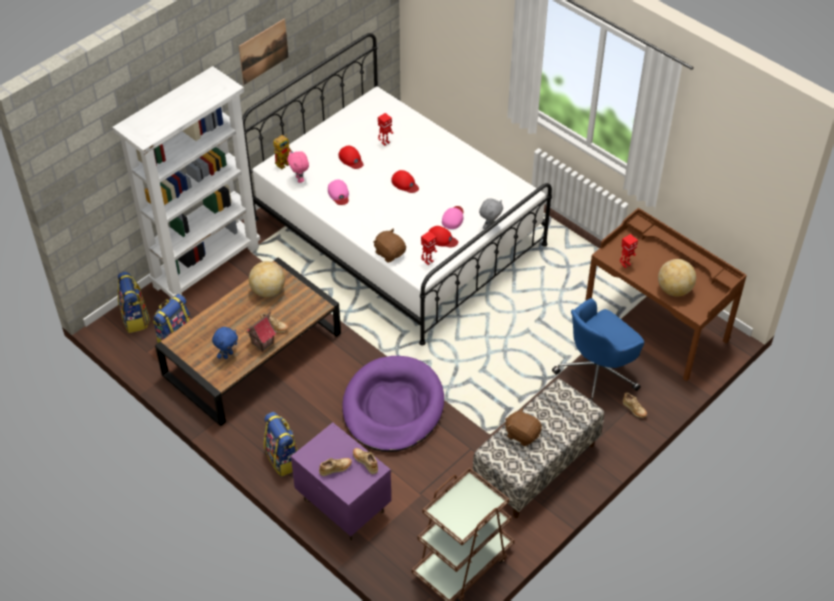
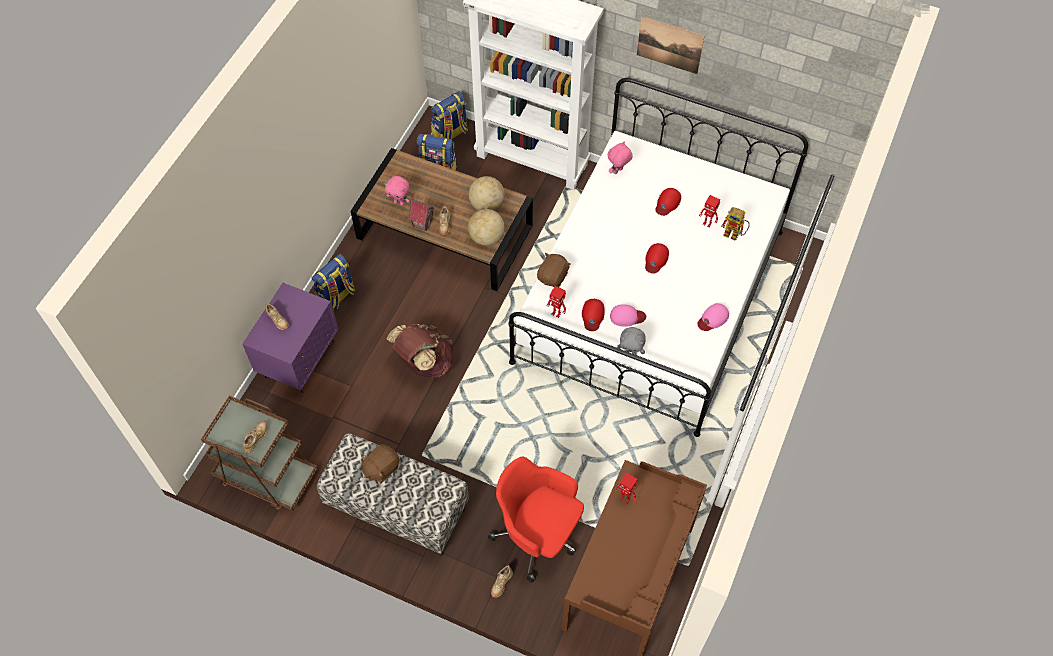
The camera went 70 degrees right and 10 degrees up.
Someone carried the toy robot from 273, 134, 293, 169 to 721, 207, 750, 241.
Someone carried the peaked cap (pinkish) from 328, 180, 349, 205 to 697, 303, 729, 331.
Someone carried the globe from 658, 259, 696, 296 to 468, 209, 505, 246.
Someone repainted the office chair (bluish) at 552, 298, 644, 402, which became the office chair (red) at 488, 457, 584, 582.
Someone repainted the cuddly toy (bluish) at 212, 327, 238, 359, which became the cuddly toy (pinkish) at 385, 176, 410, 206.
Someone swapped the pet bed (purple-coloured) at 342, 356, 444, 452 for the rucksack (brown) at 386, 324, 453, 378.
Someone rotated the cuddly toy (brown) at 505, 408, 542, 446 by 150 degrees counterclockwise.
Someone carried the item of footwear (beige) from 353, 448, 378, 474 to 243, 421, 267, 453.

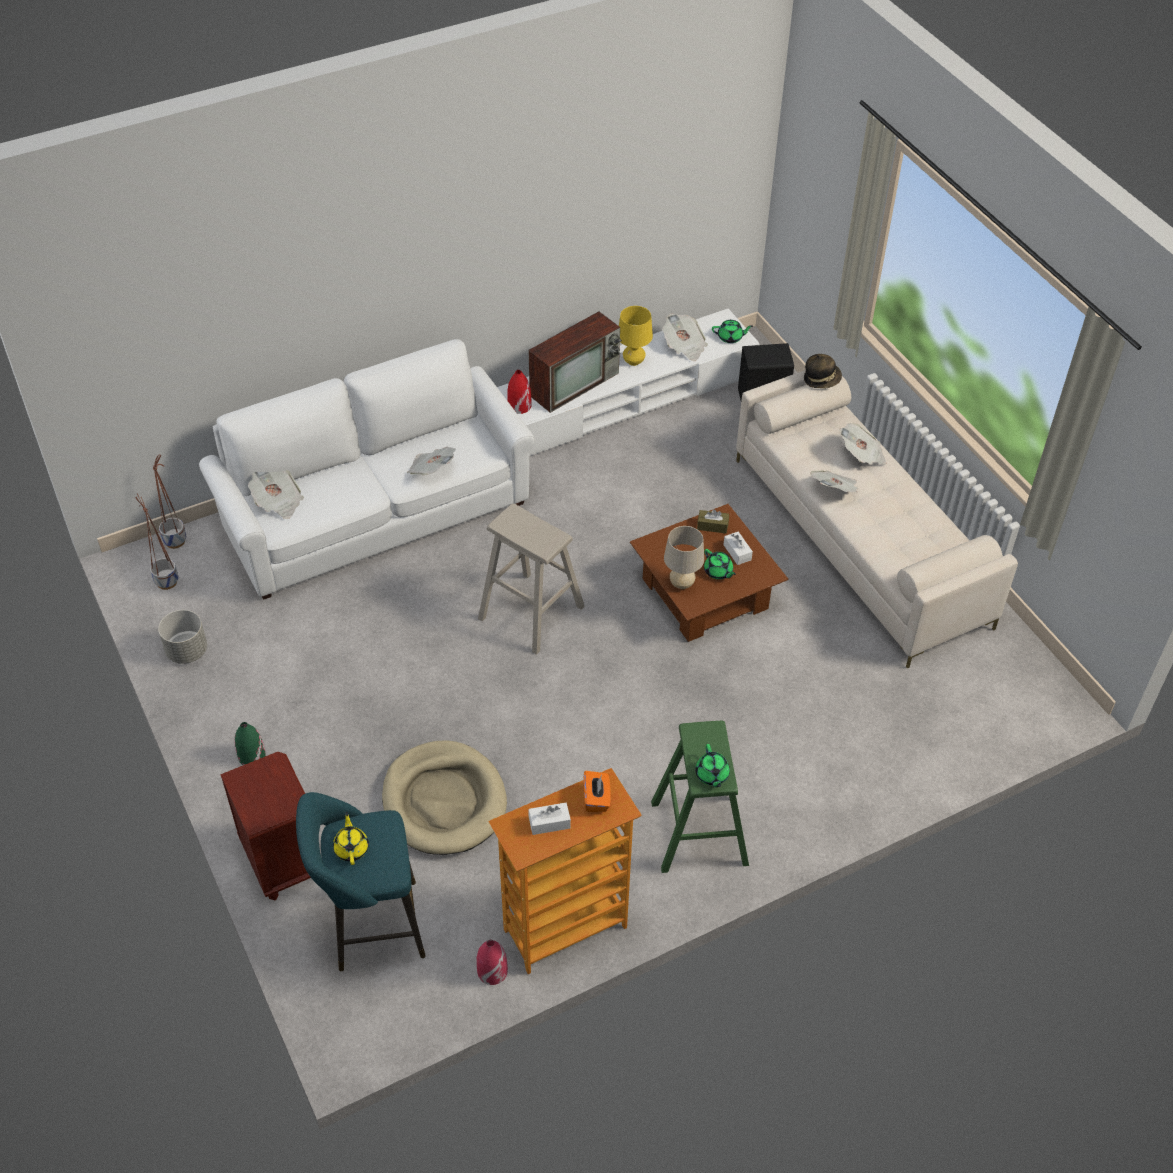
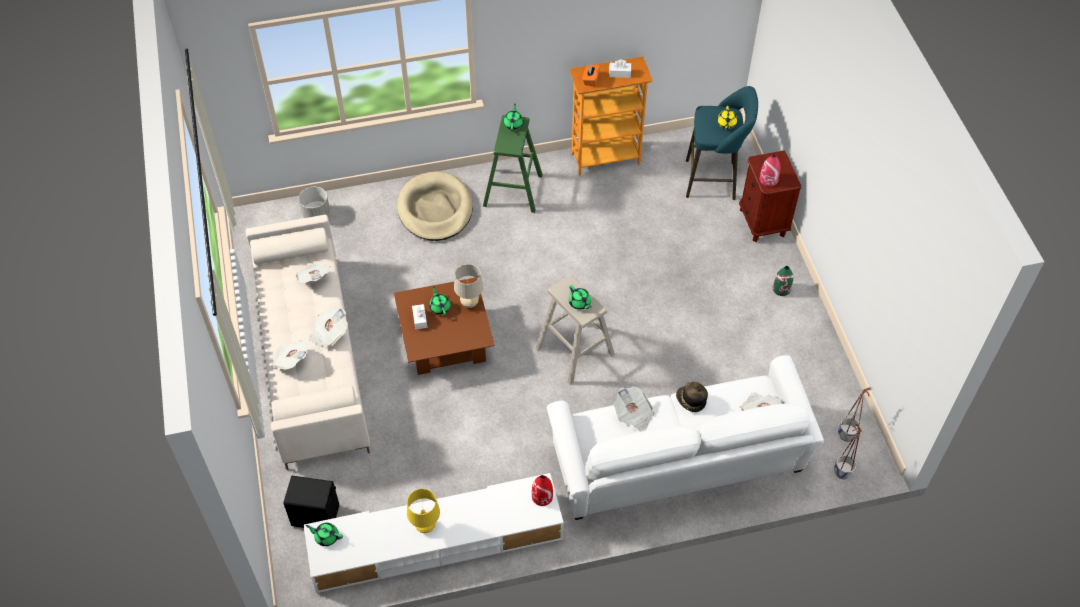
The camera went 165 degrees left and 5 degrees up.
Someone took away the television at 529, 311, 622, 413.
Someone carried the daily paper from 662, 313, 708, 361 to 295, 262, 331, 283.
Someone carried the hat from 804, 354, 842, 388 to 676, 382, 708, 412.
Someone took away the tissue box (brown) at 697, 509, 729, 533.
Someone carried the plant pot (greyish) from 158, 610, 207, 664 to 299, 187, 330, 218.
Someone carried the pet bed (beige) from 382, 740, 507, 855 to 397, 171, 473, 241.
Someone carried the decorative vase (red) from 477, 940, 508, 985 to 760, 154, 780, 187.
Someone put down the pot for tea (green) at 569, 285, 592, 310.

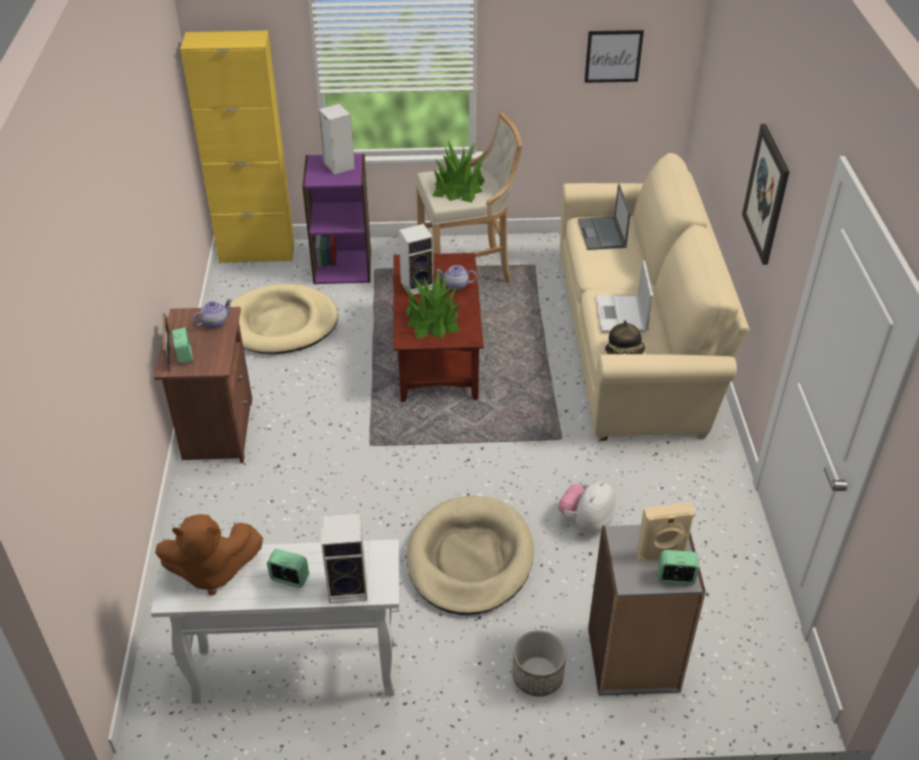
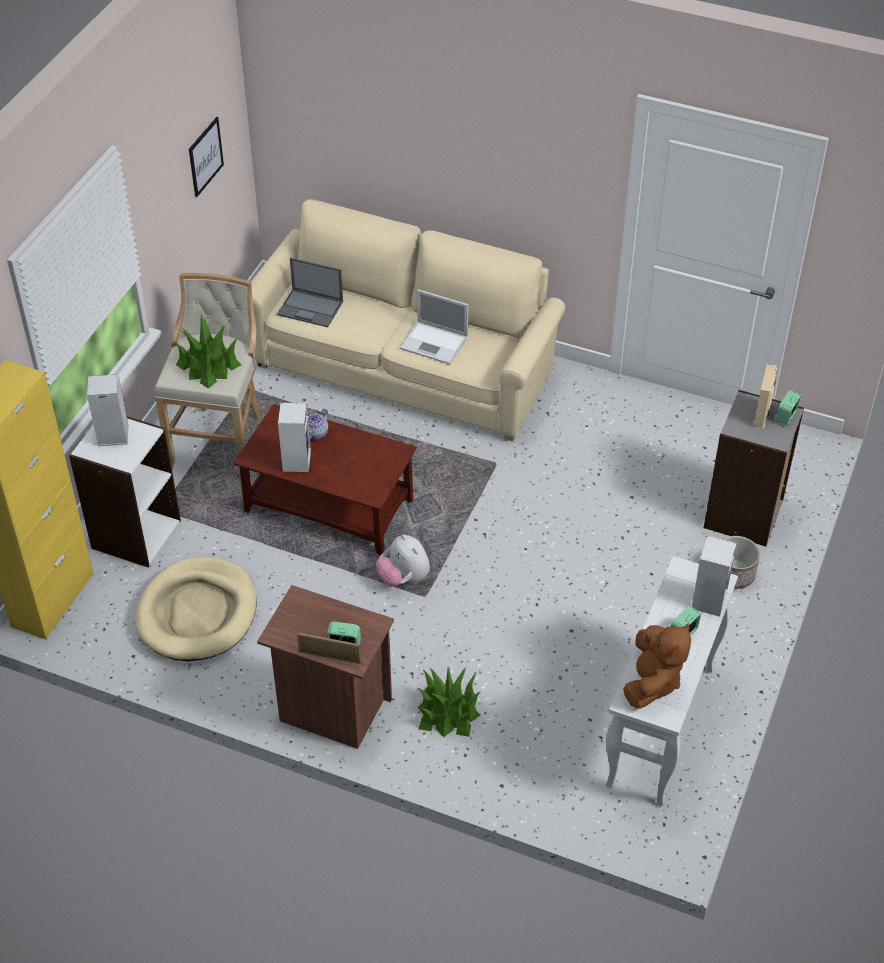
The camera went 65 degrees left and 5 degrees up.
Someone took away the wall art at 742, 124, 790, 265.
Someone repainted the bookshelf (purple-coloured) at 302, 154, 371, 284, which became the bookshelf (white) at 69, 416, 181, 568.
Someone carried the plant in a pot from 405, 269, 461, 339 to 418, 667, 481, 737.
Someone took away the pot for tea at 193, 298, 233, 329.
Someone took away the hat at 605, 320, 645, 354.
Someone carried the cuddly toy from 558, 480, 615, 533 to 376, 534, 430, 587.
Someone took away the pet bed (beige) at 407, 496, 534, 615.

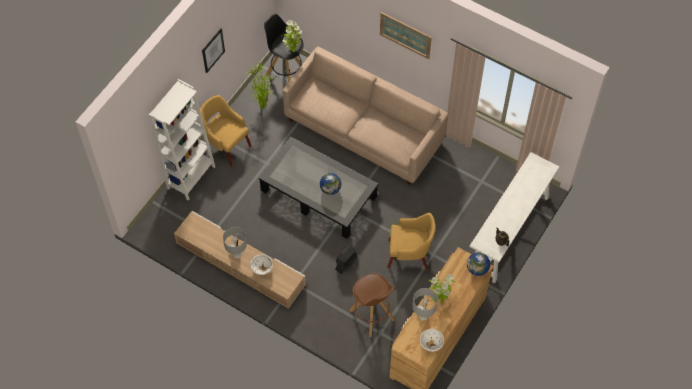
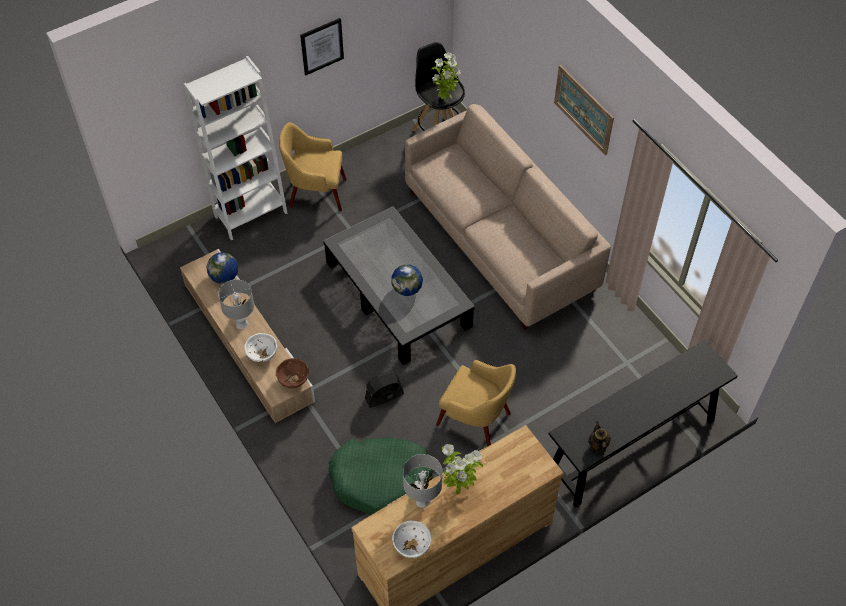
The camera went 25 degrees right and 5 degrees down.
Someone took away the plant in a pot at 246, 63, 272, 109.
Someone rotated the easy chair (yellow-coloured) at 200, 95, 252, 167 by 60 degrees counterclockwise.
Someone repainted the hall table (white) at 470, 152, 559, 283, which became the hall table (black-coloured) at 549, 340, 738, 507.
Someone carried the globe from 467, 252, 490, 276 to 207, 252, 238, 284.
Someone swapped the stool (brown) at 349, 274, 395, 337 for the pet bed (green) at 329, 437, 433, 515.
Someone put down the deep dish (brown) at 276, 358, 309, 388.

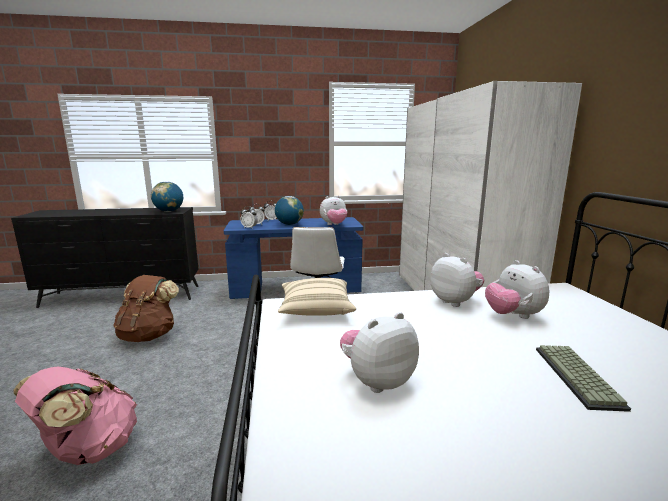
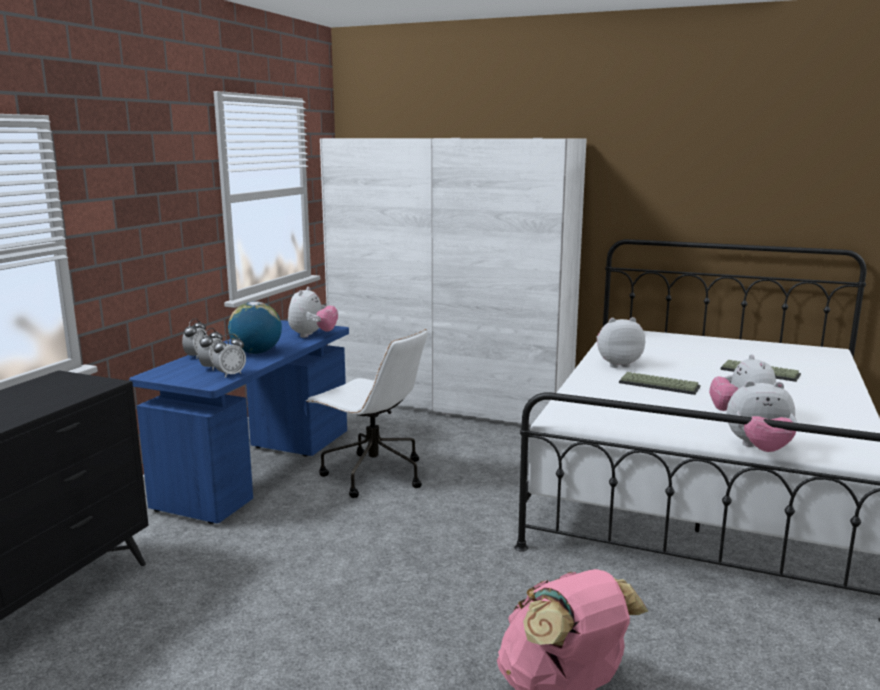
The camera went 60 degrees left and 0 degrees up.
Someone took away the globe at 151, 182, 183, 212.
Someone carried the cuddly toy from 485, 260, 549, 319 to 727, 381, 797, 452.
Someone took away the rucksack (brown) at 113, 275, 179, 342.
Someone took away the pillow (beige) at 278, 278, 356, 316.
Someone put down the keyboard at 619, 372, 701, 395.

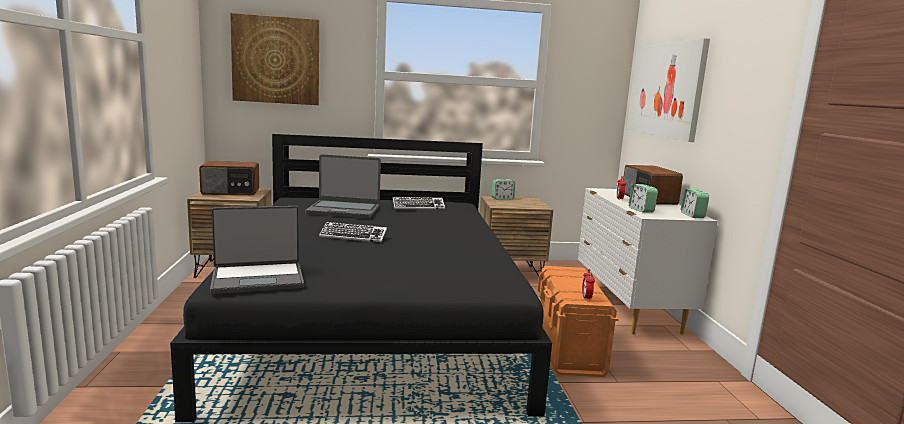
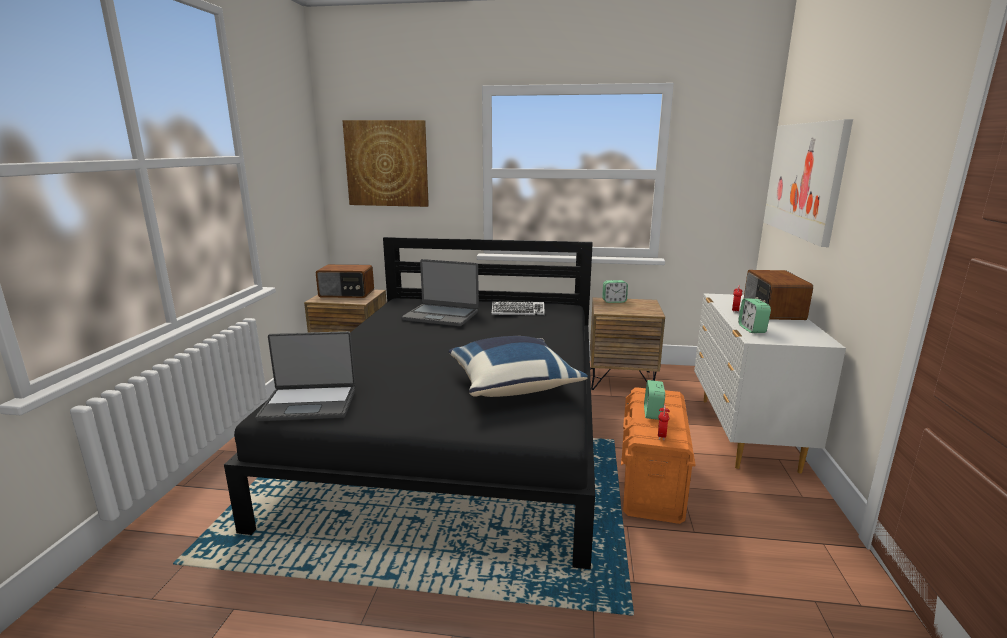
The camera went 15 degrees right and 5 degrees up.
Someone carried the bedside clock from 681, 189, 709, 218 to 644, 380, 665, 420.
Someone took away the keyboard at 319, 222, 387, 243.
Someone put down the pillow (bluish) at 448, 336, 588, 397.

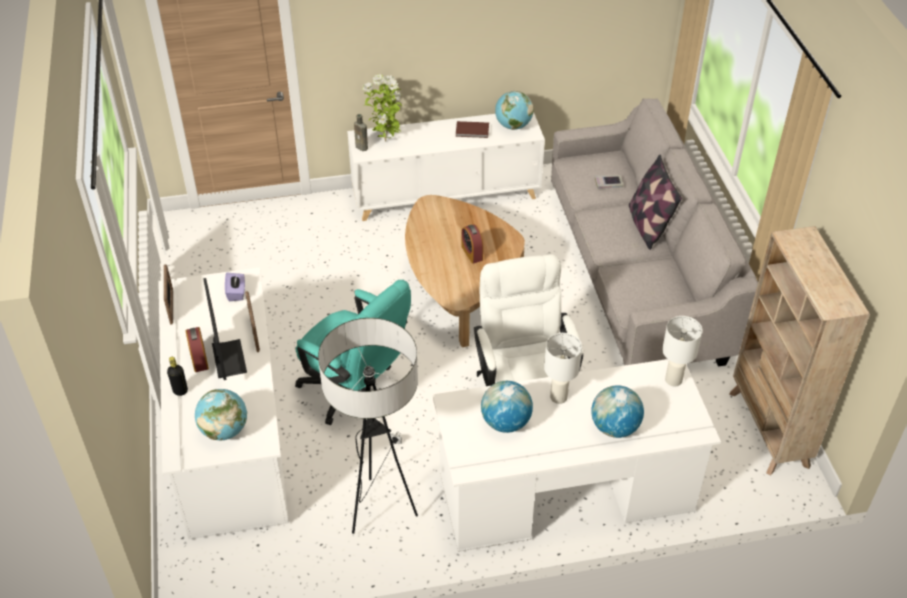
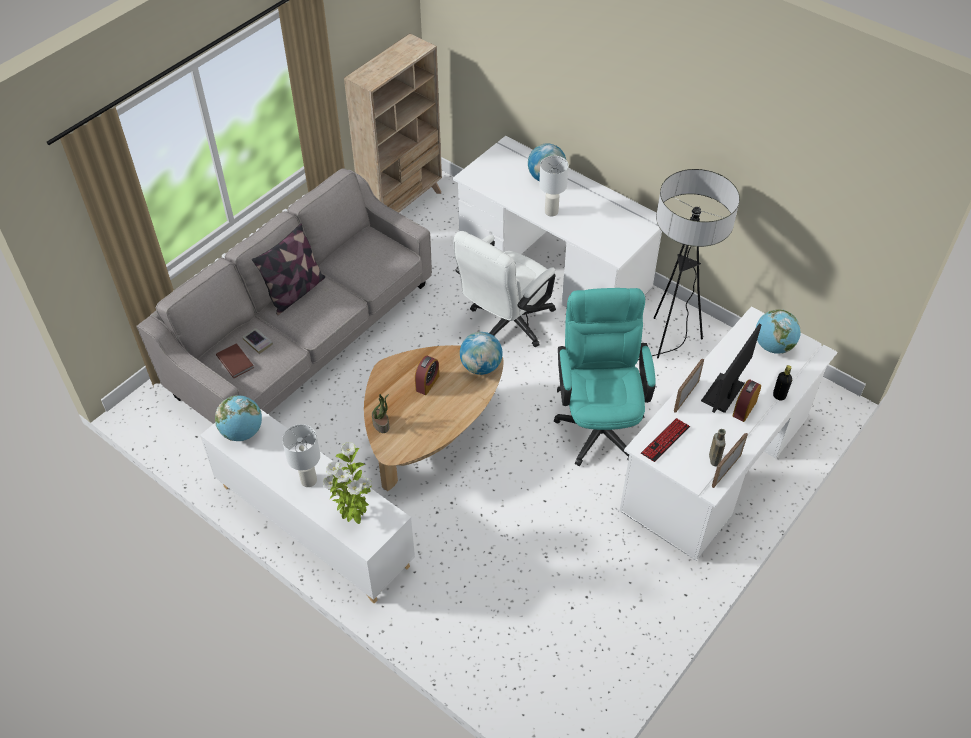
The camera went 130 degrees left and 5 degrees up.
Someone carried the drink bottle (brown) from 354, 114, 368, 151 to 709, 429, 726, 466.
Someone carried the book (brown) from 456, 121, 489, 138 to 216, 343, 254, 378.
Someone swapped the tissue box (purple-coloured) at 225, 273, 245, 301 for the keyboard at 641, 418, 690, 462.
Someone carried the table lamp (white) from 662, 316, 703, 387 to 282, 424, 320, 487.
Someone carried the globe from 481, 381, 533, 433 to 460, 332, 503, 375.
Someone put down the plant in a pot at 372, 394, 389, 433.

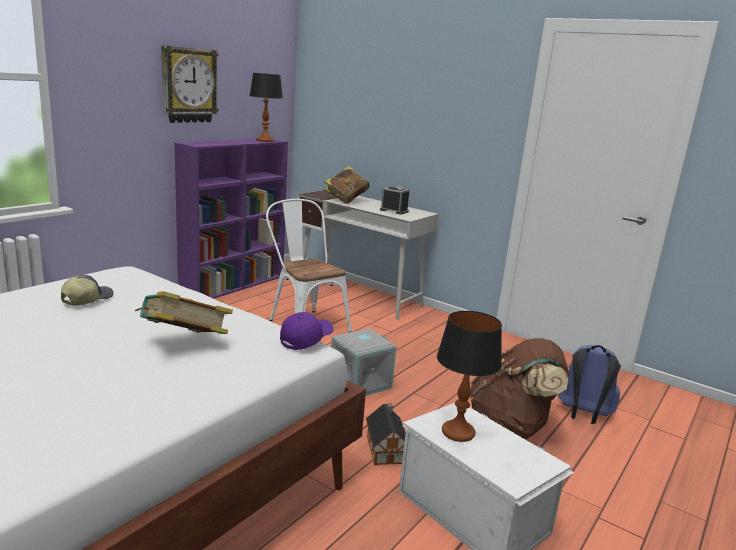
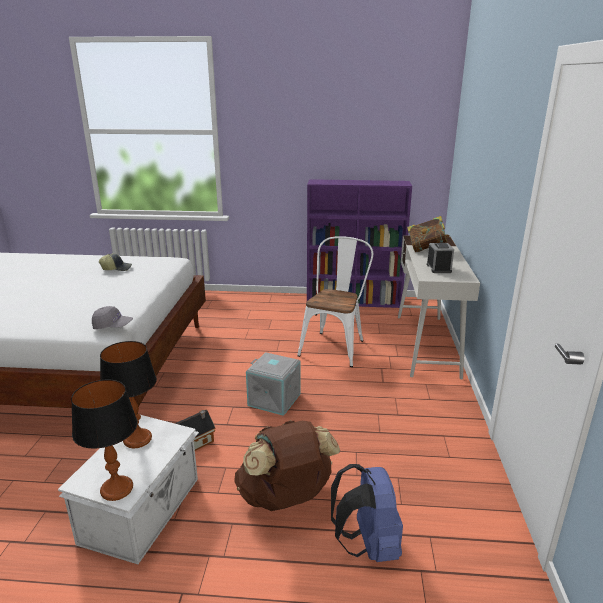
The camera went 60 degrees right and 5 degrees up.
Someone took away the clock on the wall at 161, 45, 219, 123.
Someone carried the table lamp from 249, 73, 283, 142 to 71, 380, 138, 501.
Someone took away the book at 135, 291, 233, 334.
Someone repainted the peaked cap (purple-coloured) at 280, 312, 334, 350, which became the peaked cap (greyish) at 92, 306, 133, 329.

